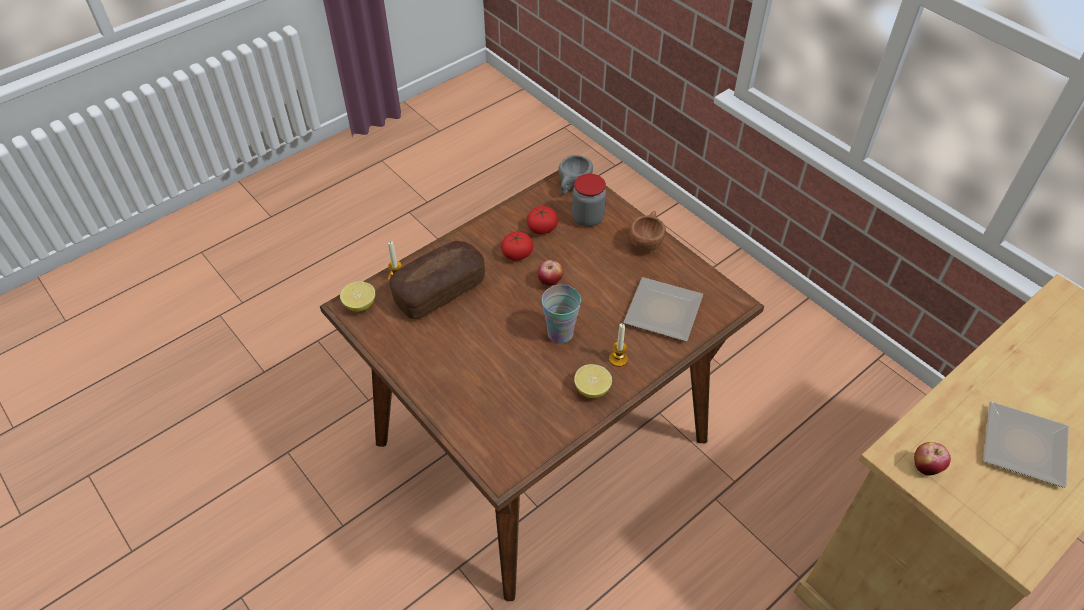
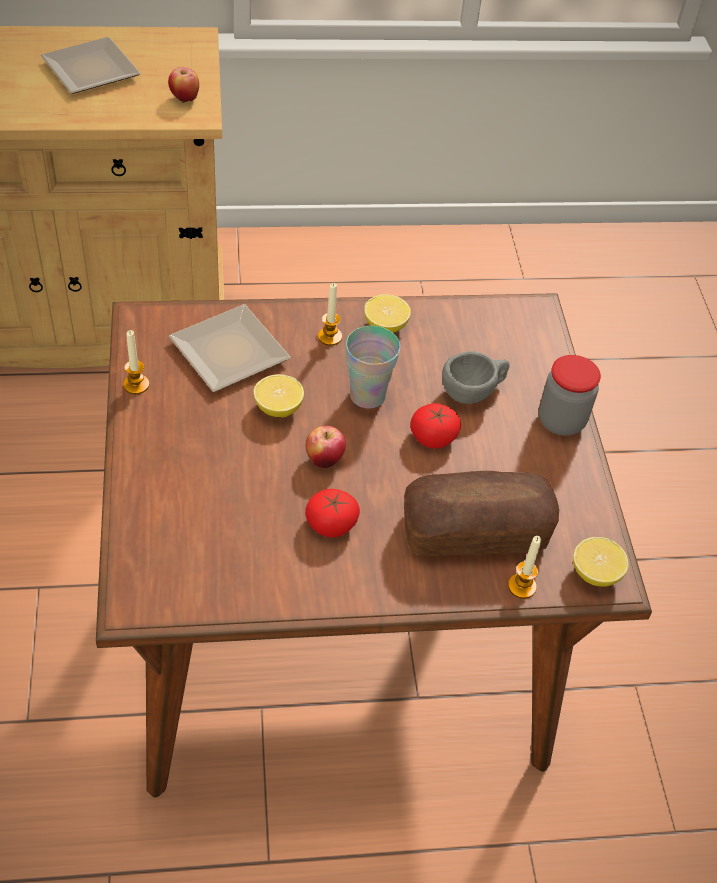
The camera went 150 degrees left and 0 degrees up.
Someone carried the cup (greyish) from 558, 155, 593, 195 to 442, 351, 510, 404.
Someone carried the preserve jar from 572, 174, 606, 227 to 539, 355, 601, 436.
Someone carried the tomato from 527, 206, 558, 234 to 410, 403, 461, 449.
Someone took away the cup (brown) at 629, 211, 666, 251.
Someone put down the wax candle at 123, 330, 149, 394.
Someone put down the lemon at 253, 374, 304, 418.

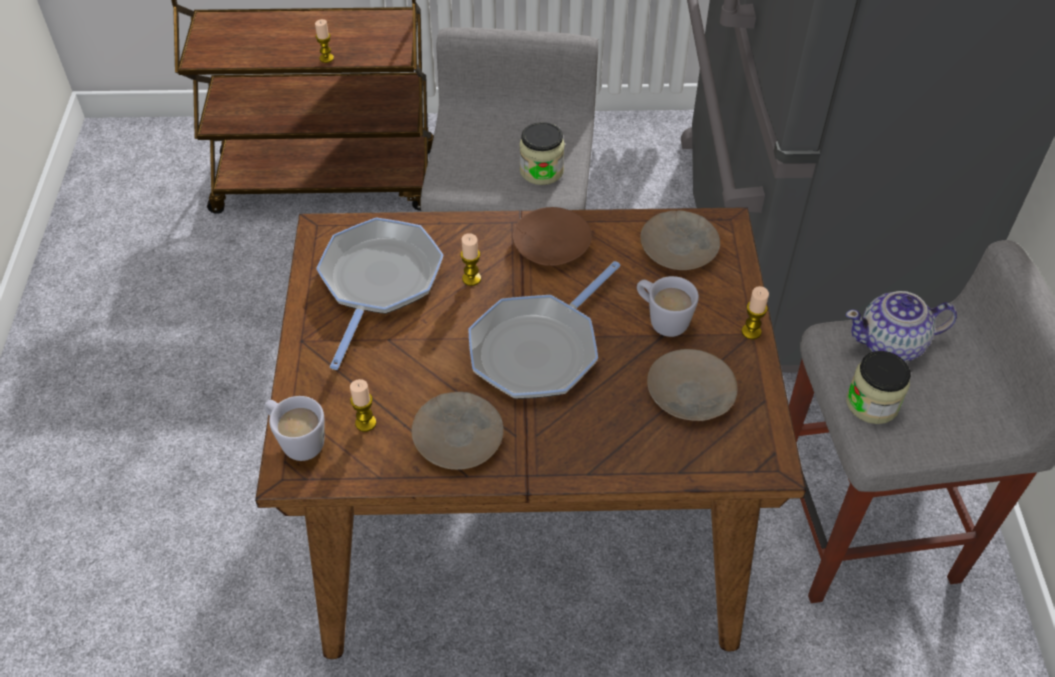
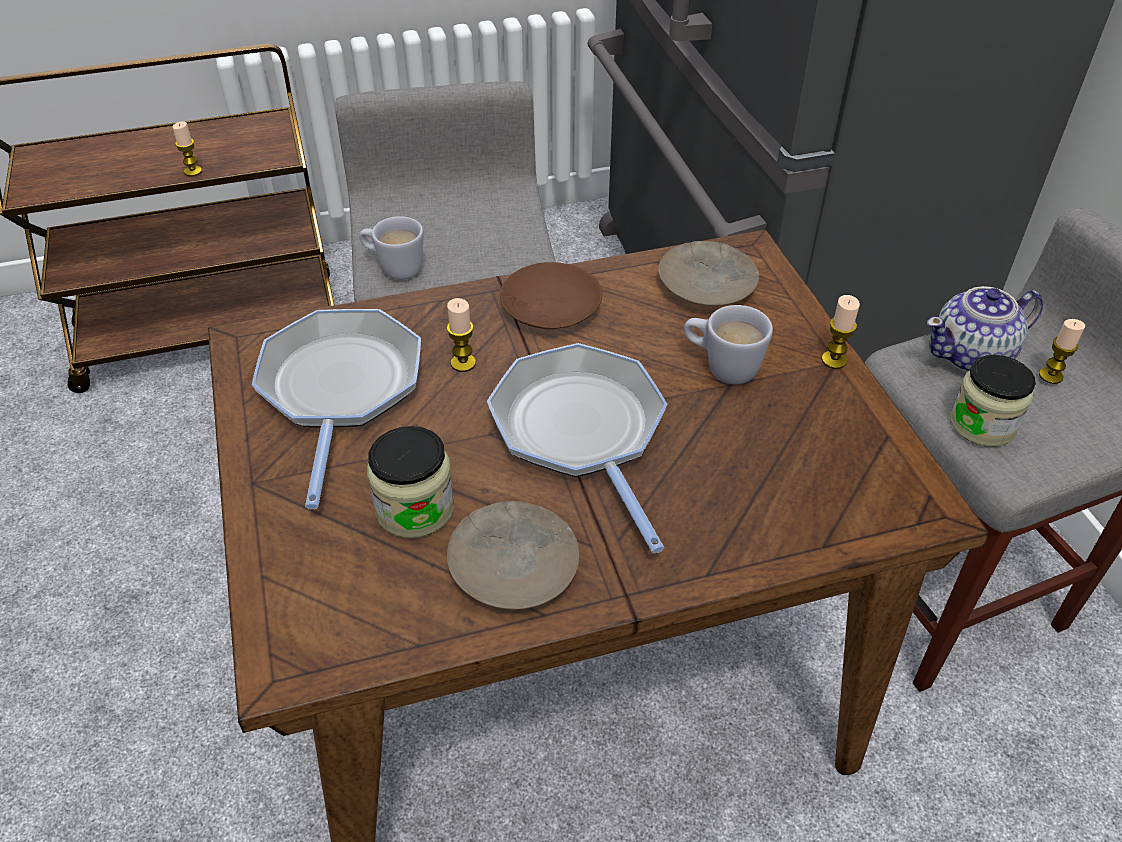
The camera went 15 degrees left and 5 degrees down.
Someone carried the preserve jar from 519, 122, 565, 185 to 367, 426, 454, 538.
Someone rotated the frying pan at 468, 261, 621, 399 by 135 degrees clockwise.
Someone took away the flat dish (beige) at 647, 349, 738, 421.
Someone carried the wax candle from 350, 379, 376, 432 to 1039, 319, 1085, 384.
Someone carried the mug (white) from 264, 396, 325, 461 to 359, 216, 424, 280.

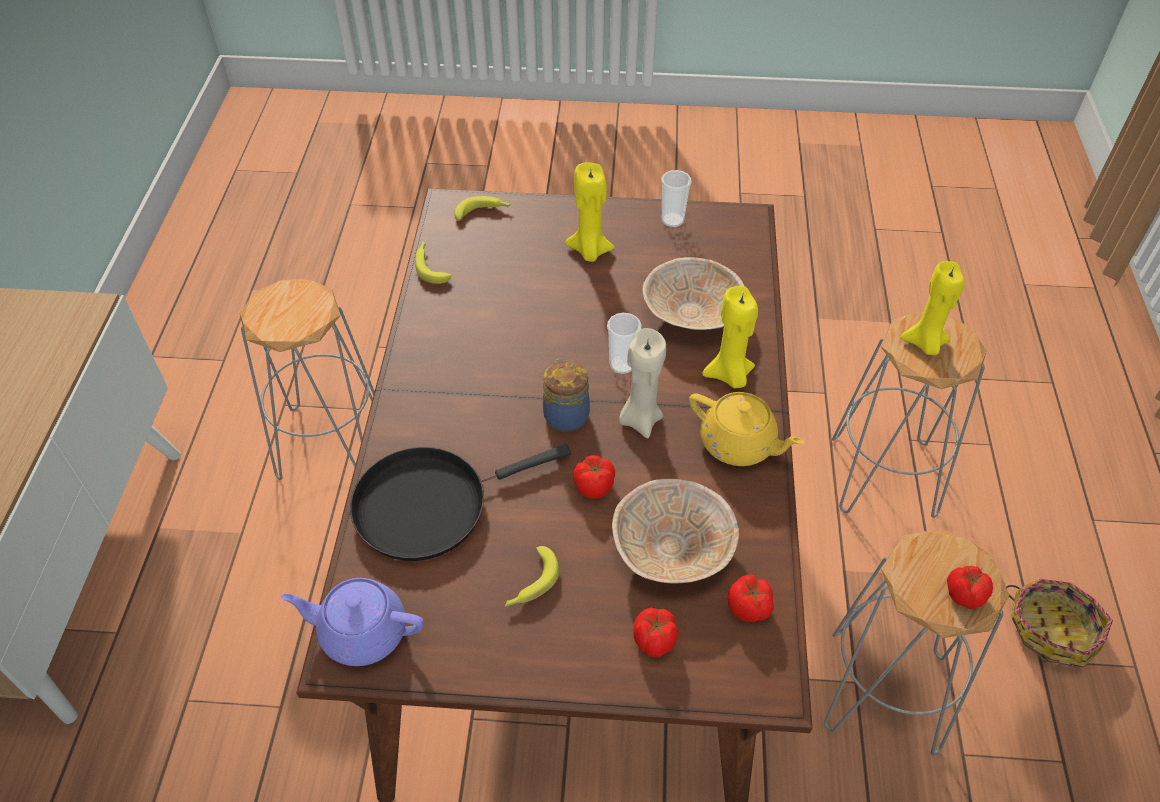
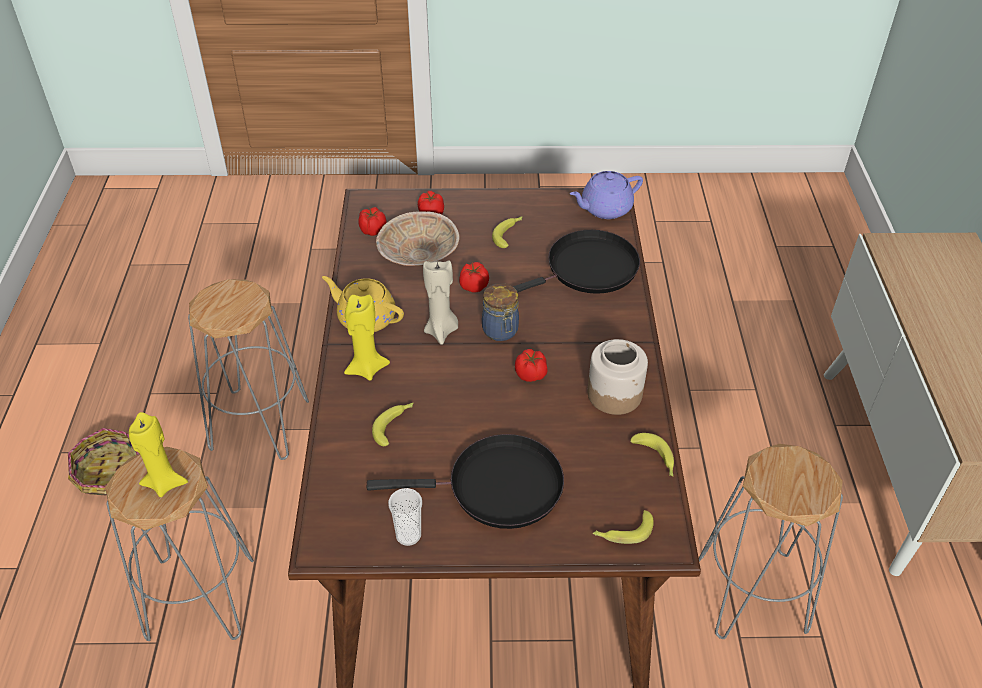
The camera went 175 degrees right and 5 degrees down.
Someone swapped the wax candle (yellow-coloured) at 565, 162, 614, 262 for the frying pan (black-coloured) at 367, 434, 564, 529.
Someone swapped the deep dish (beige) at 642, 257, 744, 330 for the whole banana at 372, 403, 413, 446.
Someone took away the cup at 607, 313, 642, 374.
Someone carried the tomato from 947, 566, 993, 609 to 515, 349, 548, 382.
Someone rotated the pot for tea (purple-coloured) at 281, 578, 424, 666 by 150 degrees clockwise.
Someone put down the preserve jar at 588, 339, 648, 415.

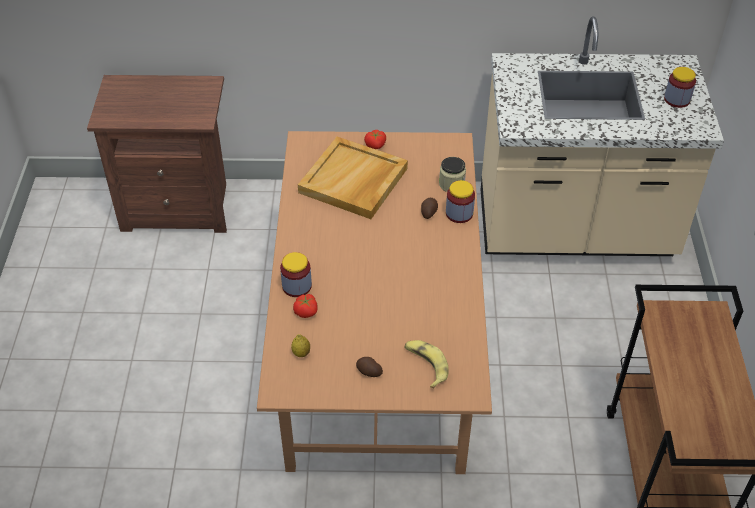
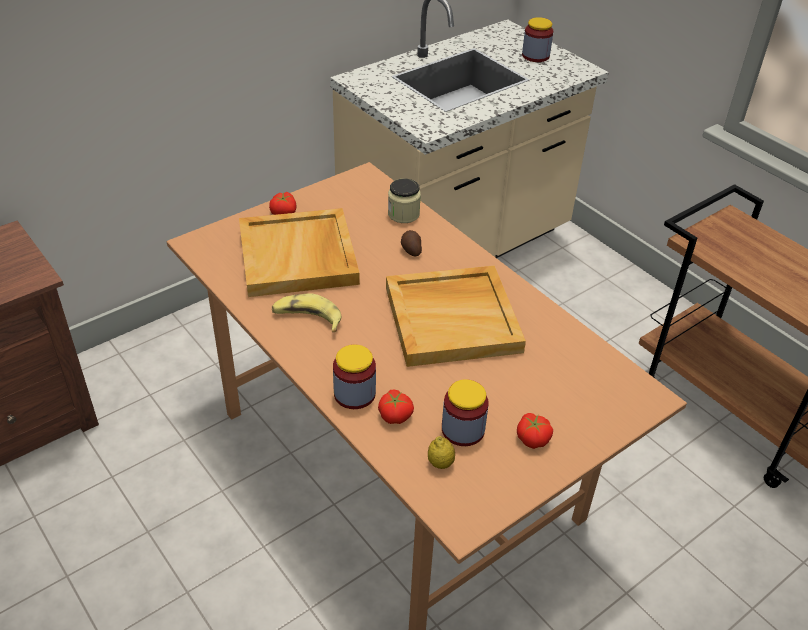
The camera went 40 degrees left and 5 degrees down.
Someone carried the preserve jar from 446, 180, 475, 223 to 442, 379, 489, 446.
Someone carried the whole banana from 404, 340, 449, 389 to 272, 293, 341, 332.
Someone swapped the potato at 356, 357, 383, 377 for the tomato at 517, 413, 553, 449.
Someone put down the tray (beige) at 386, 266, 526, 367.

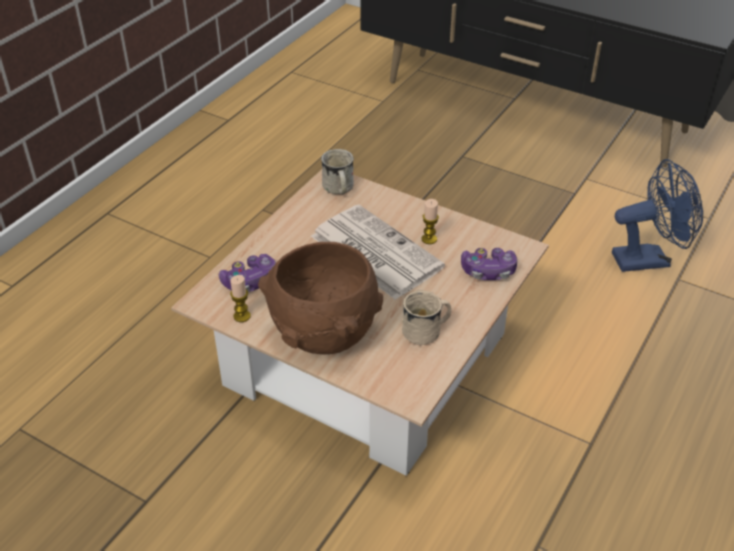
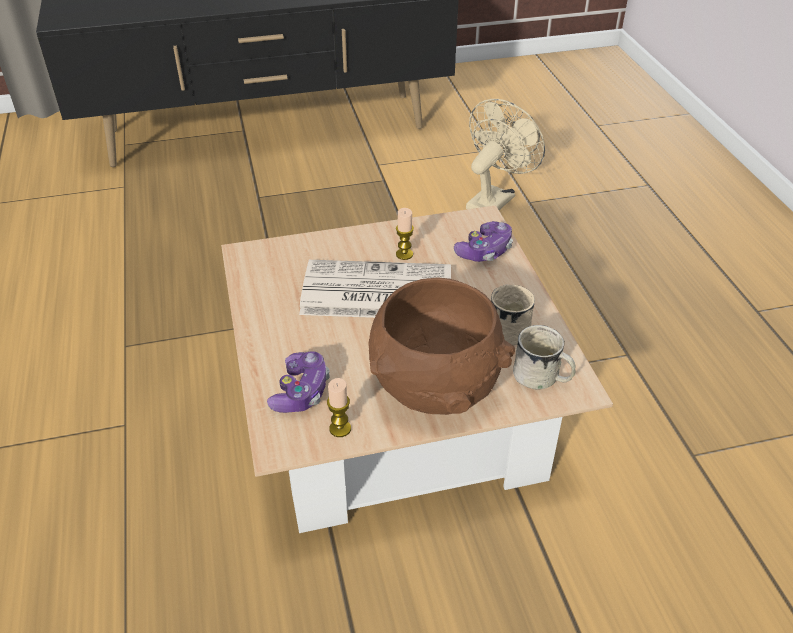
The camera went 45 degrees left and 0 degrees up.
Someone carried the mug (white) from 321, 149, 354, 195 to 513, 325, 576, 389.
Someone repainted the cooling fan (bluish) at 612, 159, 703, 272, which became the cooling fan (beige) at 466, 99, 545, 210.

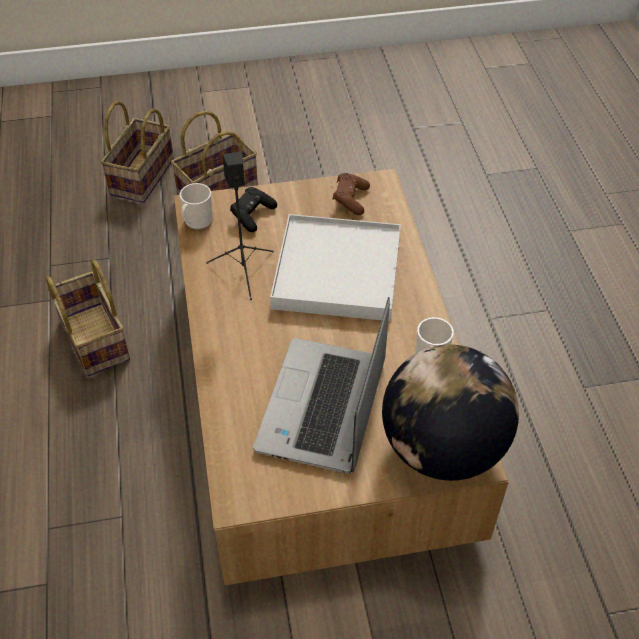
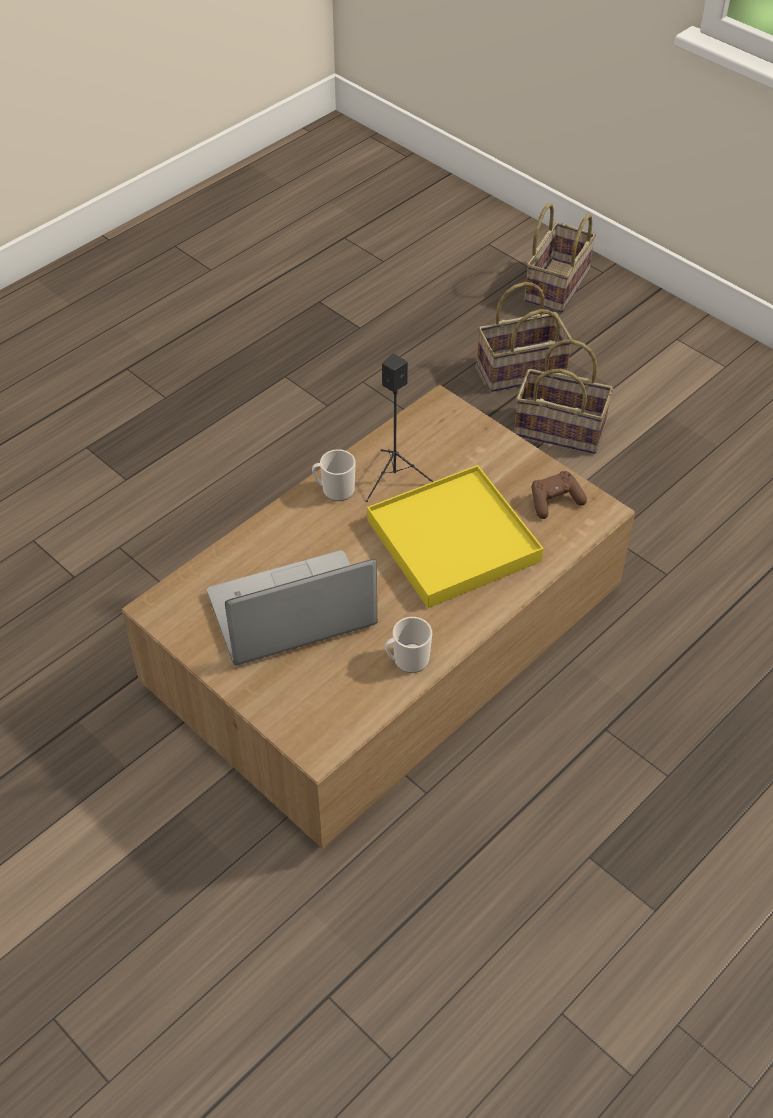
The camera went 55 degrees right and 0 degrees up.
Someone carried the mug from 180, 183, 213, 230 to 312, 449, 356, 501.
Someone took away the gamepad (black-coloured) at 230, 187, 277, 232.
Someone repainted the tray (white) at 270, 214, 401, 321, which became the tray (yellow-coloured) at 367, 465, 544, 608.
Someone carried the basket from 46, 260, 130, 377 to 525, 203, 596, 313.
Someone took away the globe at 382, 344, 519, 481.

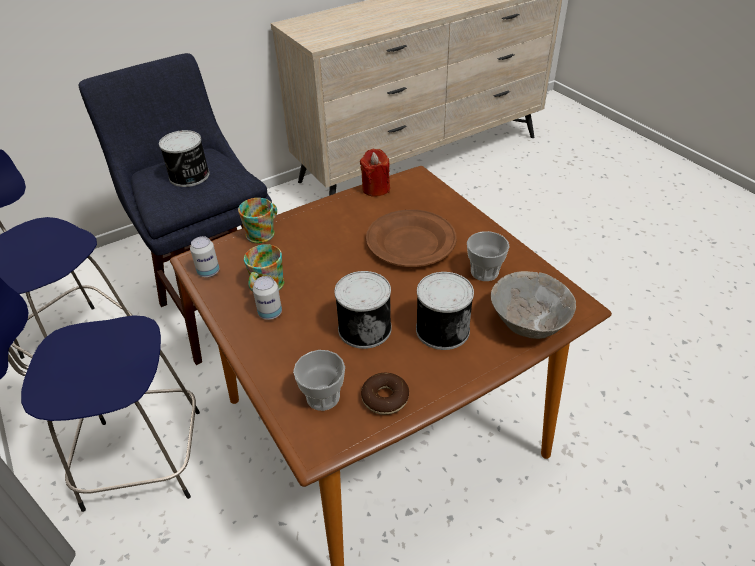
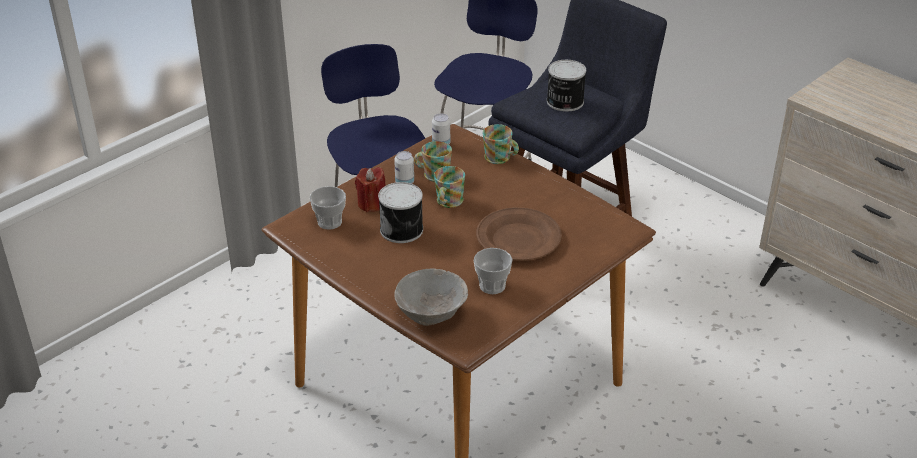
The camera went 75 degrees right and 5 degrees down.
Someone carried the wax candle (red) from 360, 149, 390, 197 to 355, 167, 386, 212.
Someone took away the metal can at 416, 272, 474, 350.
Someone took away the donut at 361, 373, 409, 415.
Someone put down the mug at 434, 166, 465, 208.

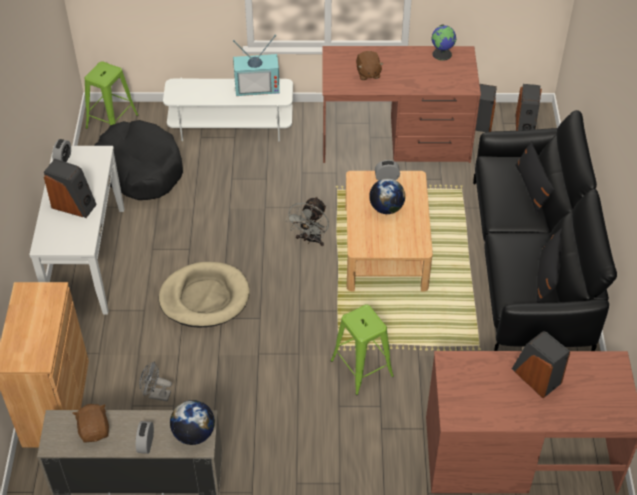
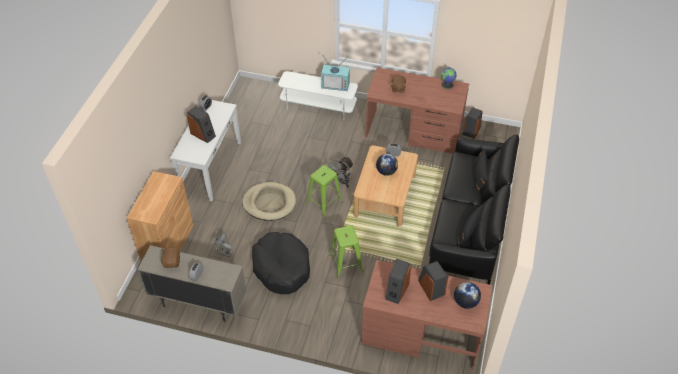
The camera went 15 degrees right and 0 degrees up.
Someone carried the stool (green) from 84, 61, 138, 129 to 306, 165, 343, 218.
Someone carried the speaker from 516, 84, 542, 131 to 385, 259, 411, 304.
Someone carried the pet bed (black-coloured) from 94, 120, 183, 200 to 252, 232, 310, 294.
Someone carried the globe from 170, 400, 215, 445 to 454, 282, 481, 309.

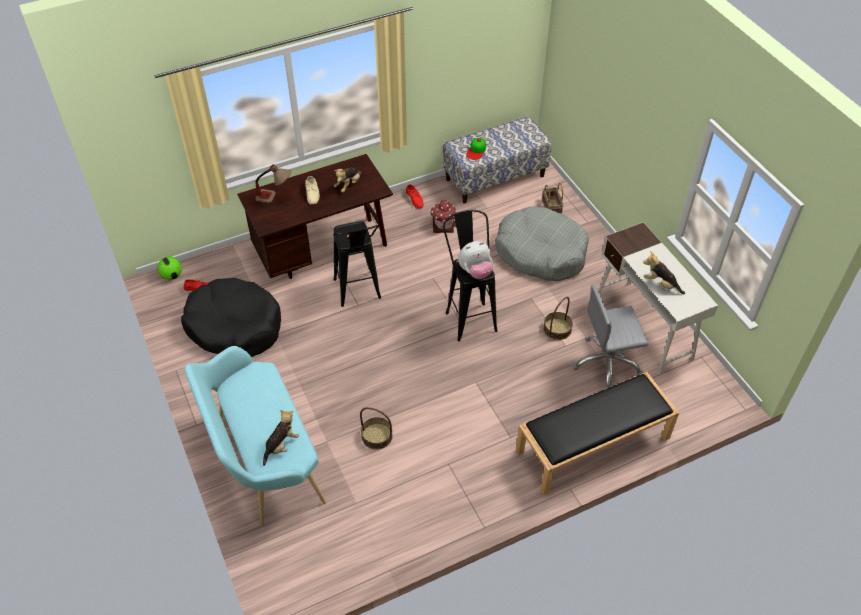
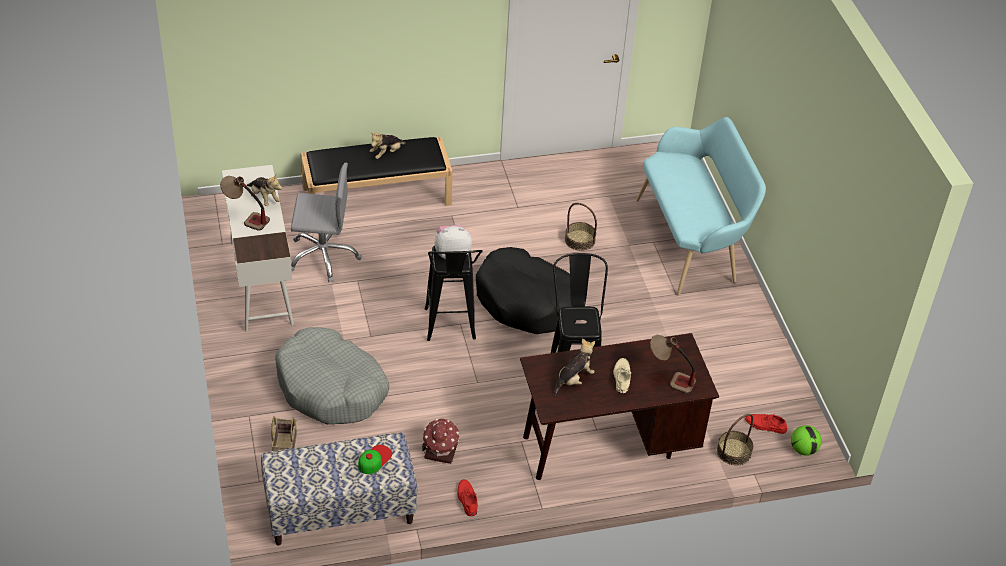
The camera went 170 degrees left and 5 degrees down.
Someone carried the pet bed (black-coloured) from 181, 278, 281, 357 to 476, 247, 576, 334.
Someone carried the basket from 543, 297, 573, 340 to 717, 414, 753, 465.
Someone carried the cuddly toy from 263, 410, 299, 466 to 370, 133, 406, 159.
Someone put down the table lamp at 220, 176, 270, 231.

